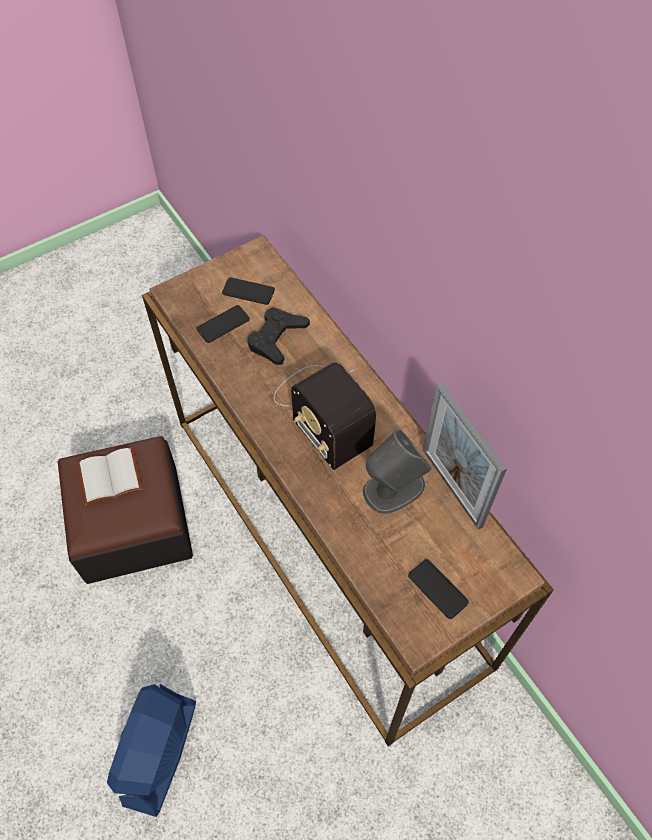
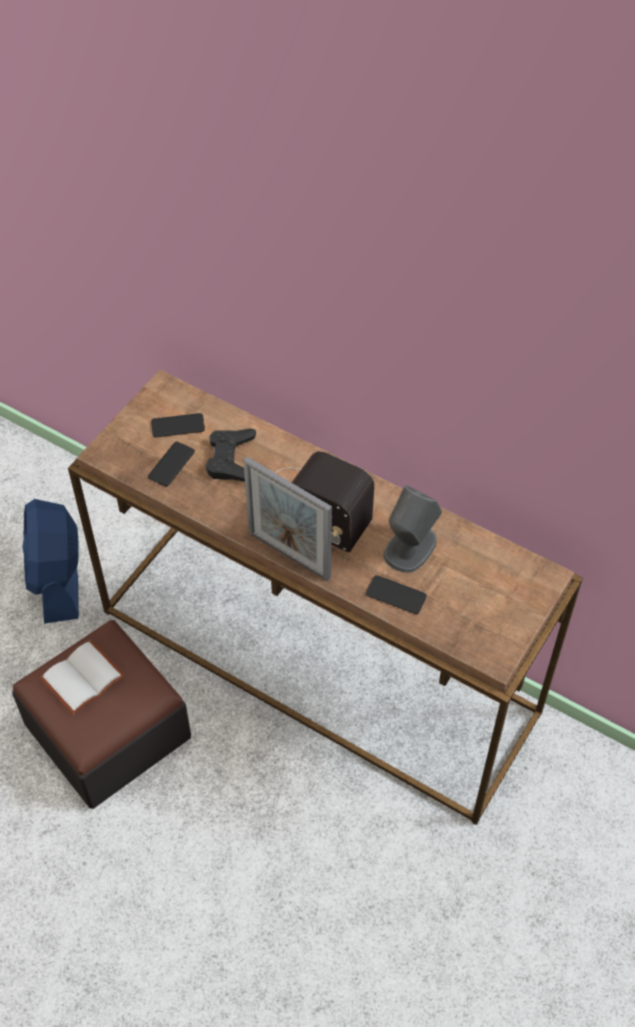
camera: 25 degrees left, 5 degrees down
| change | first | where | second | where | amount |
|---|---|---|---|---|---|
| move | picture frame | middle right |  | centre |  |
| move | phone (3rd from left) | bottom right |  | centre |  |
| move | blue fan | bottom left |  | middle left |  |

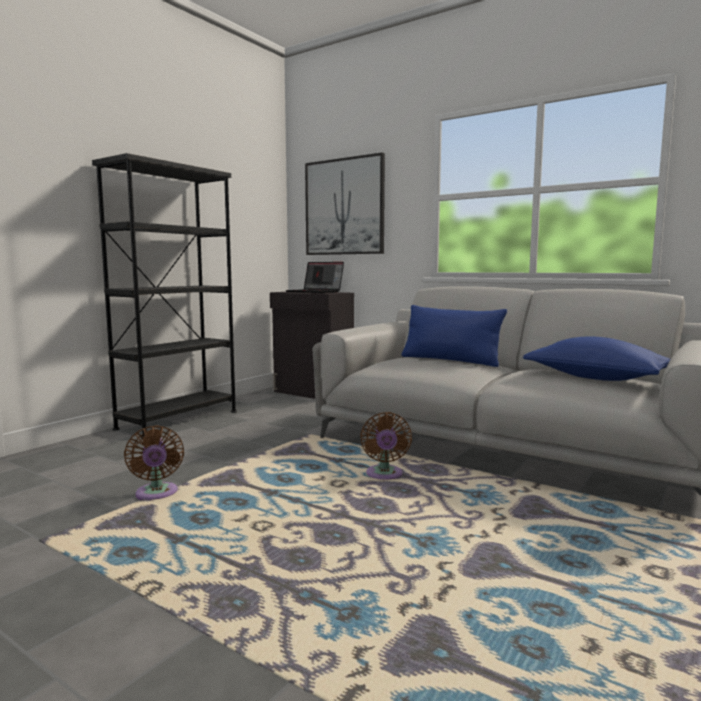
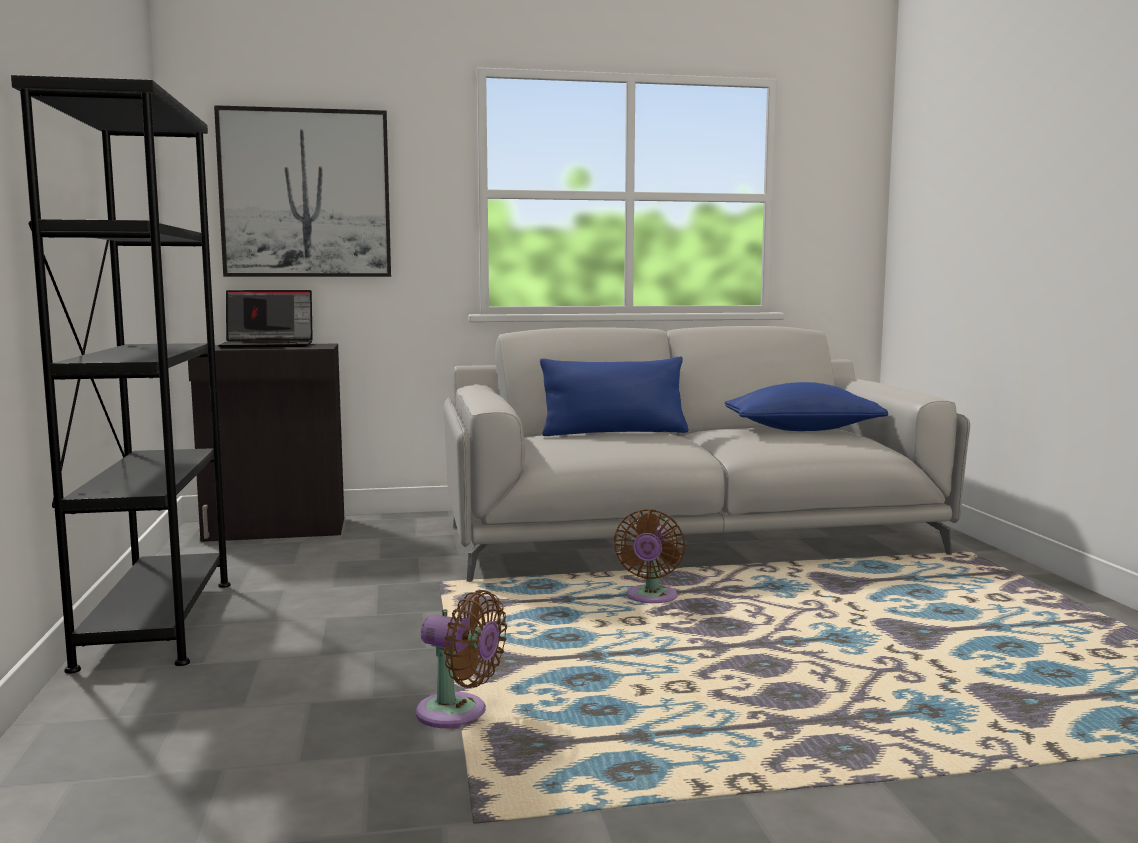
camera: 45 degrees left, 0 degrees up
| change | first | where | second | where | amount |
|---|---|---|---|---|---|
| rotate | brown fan (2nd from left) | centre |  | centre | 60 degrees clockwise |

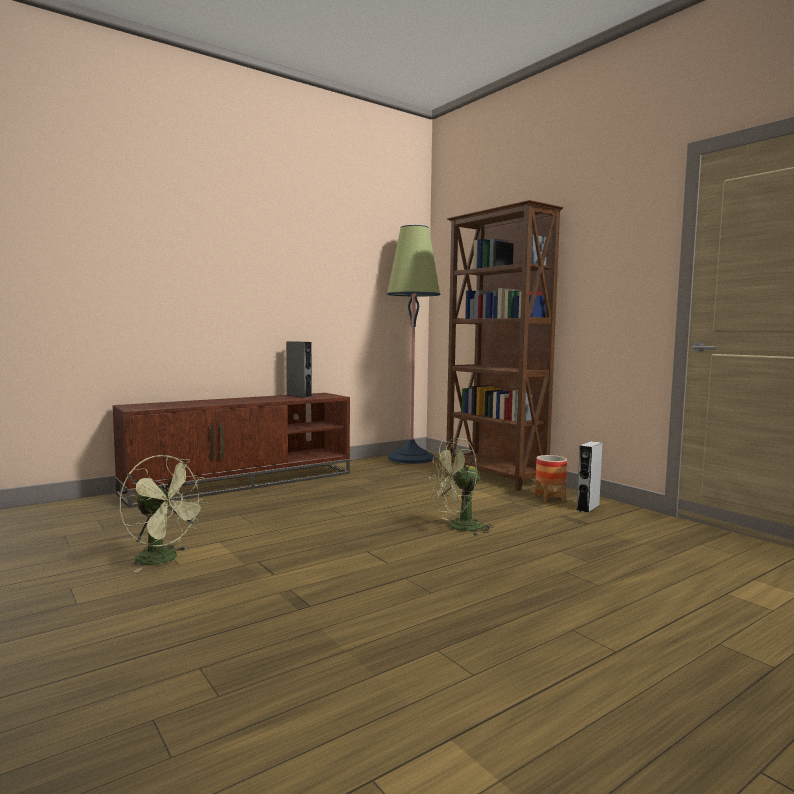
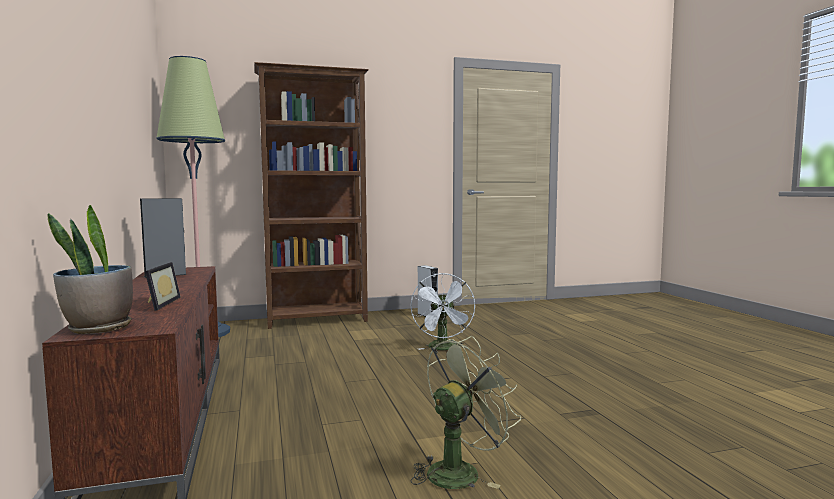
camera: 70 degrees left, 0 degrees up
| change | first | where | second | where | amount |
|---|---|---|---|---|---|
| recolor | green fan (2nd from left) | centre | white fan | centre |  |
| delete | planter | middle right |  |  |  |
| insert |  |  | potted plant | middle left |  |
| insert |  |  | picture frame | middle left |  |

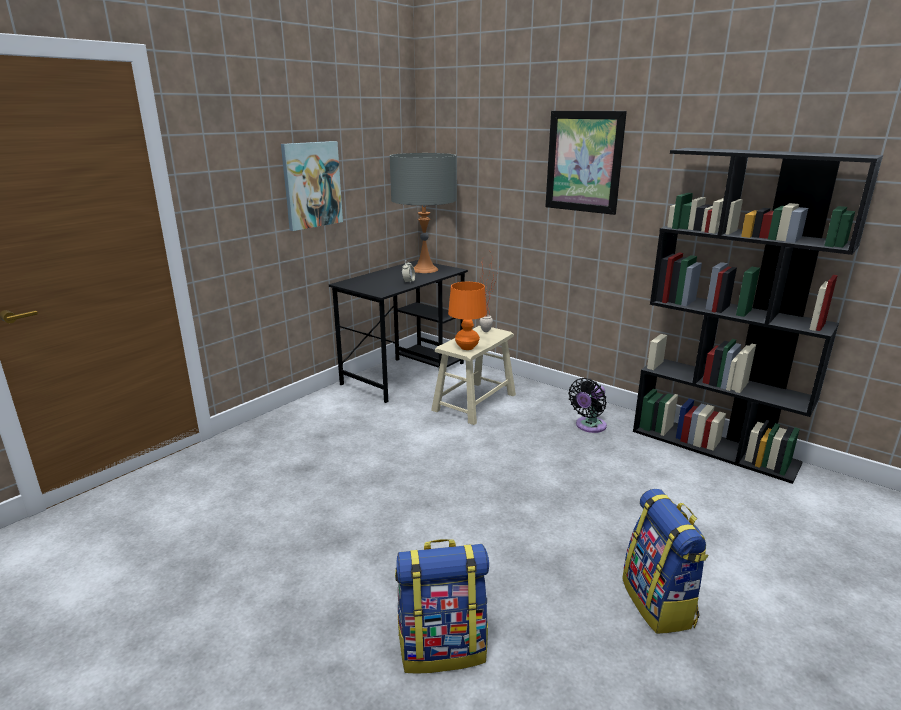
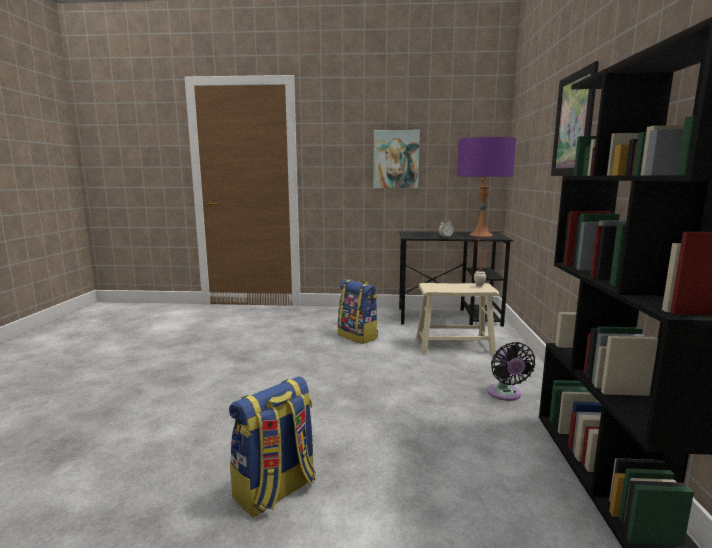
camera: 55 degrees right, 10 degrees down
| change | first | where | second | where | amount |
|---|---|---|---|---|---|
| recolor | grey table lamp | top centre | purple table lamp | middle right |  |
| delete | orange table lamp | centre |  |  |  |
| rotate | black fan | centre |  | bottom right | 105 degrees counterclockwise |
| move | backpack (1st from left in the first image) | bottom centre | backpack (2nd from left) | centre |  |

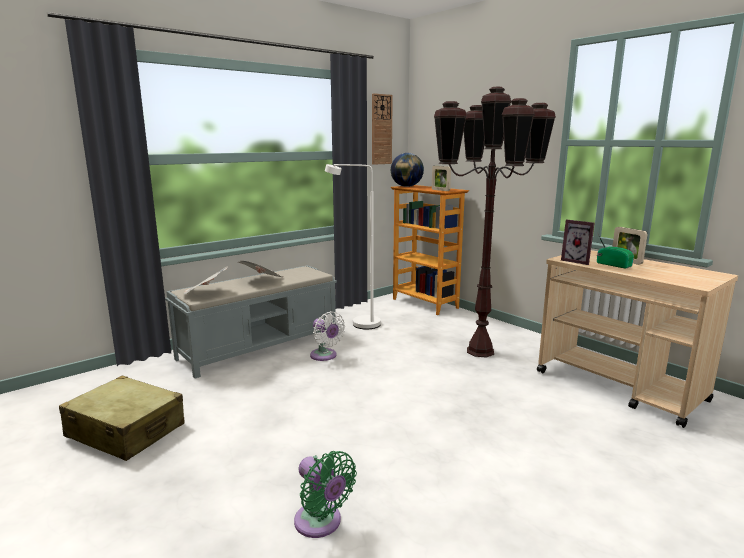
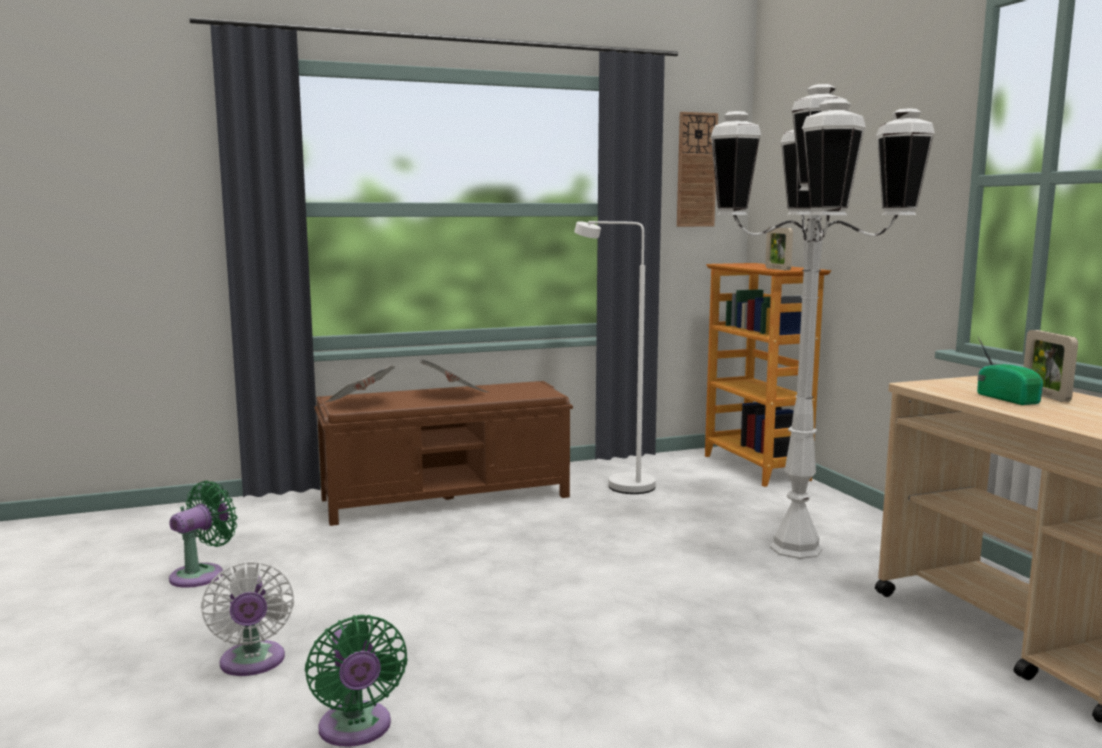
camera: 20 degrees right, 5 degrees down
| change | first | where | second | where | amount |
|---|---|---|---|---|---|
| recolor | brown floor lamp | centre | white floor lamp (2nd from left) | middle right |  |
| delete | globe | top centre |  |  |  |
| delete | picture frame (2nd from left) | middle right |  |  |  |
| recolor | grey bench | centre | brown bench | centre |  |
| move | white fan | centre |  | bottom left |  |
| replace | beige suitcase | bottom left | green fan (1st from left) | bottom left |  |

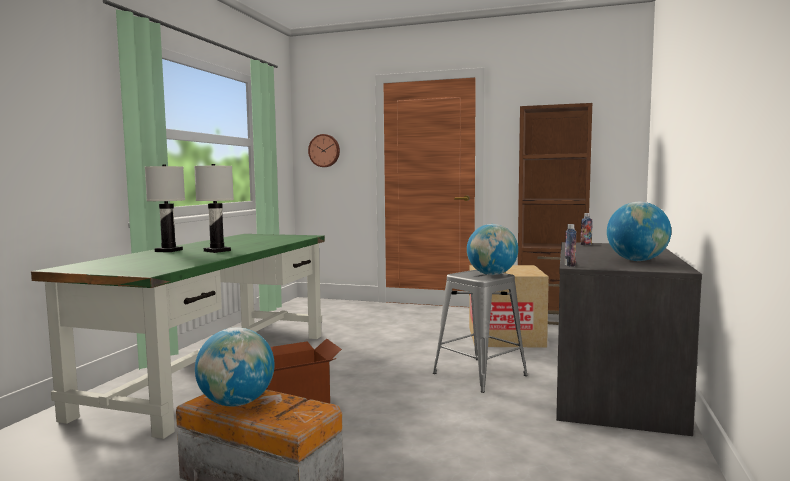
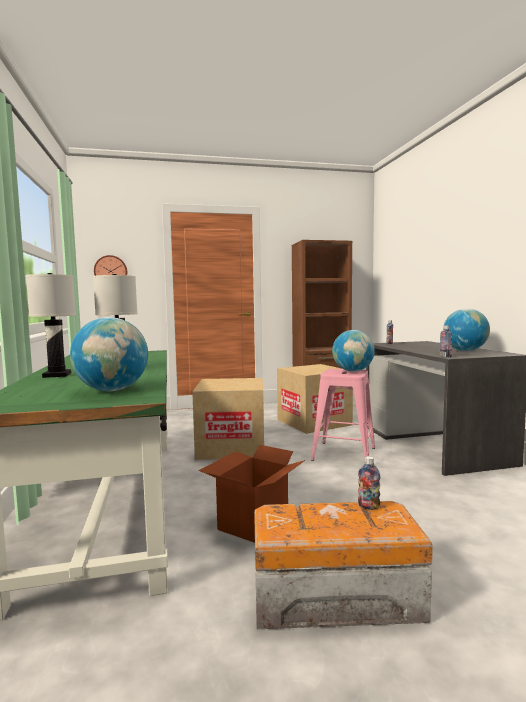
camera: 30 degrees left, 0 degrees up
| change | first | where | second | where | amount |
|---|---|---|---|---|---|
| recolor | grey stool | bottom centre | pink stool | centre |  |
| move | globe (1st from left) | bottom left |  | middle left |  |
| insert |  |  | cardboard box (1st from left) | centre |  |
| insert |  |  | bottle (1st from left) | bottom right |  |

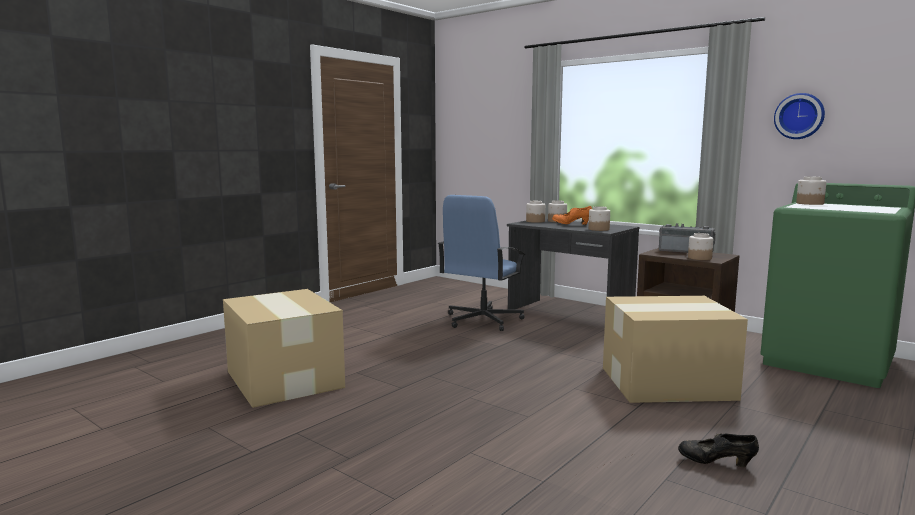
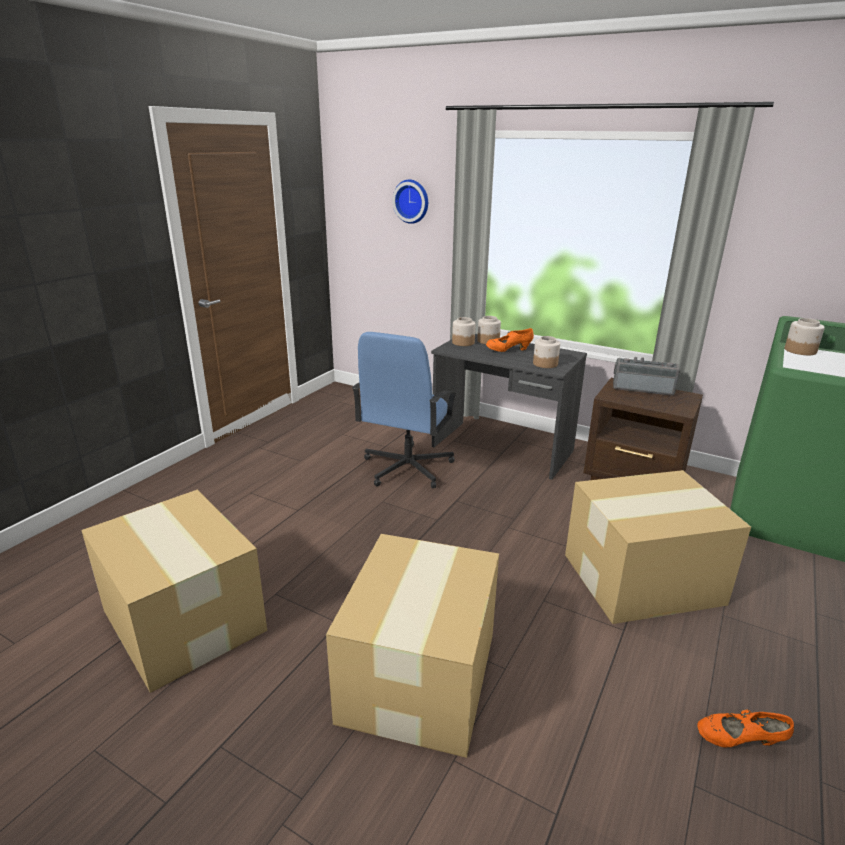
camera: 10 degrees left, 15 degrees up
| change | first | where | second | where | amount |
|---|---|---|---|---|---|
| move | wall clock | top right |  | top centre |  |
| delete | jar (4th from left) | middle right |  |  |  |
| recolor | black shoe | bottom right | orange shoe (2nd from left) | bottom right |  |
| insert |  |  | cardboard box (2nd from left) | bottom centre |  |

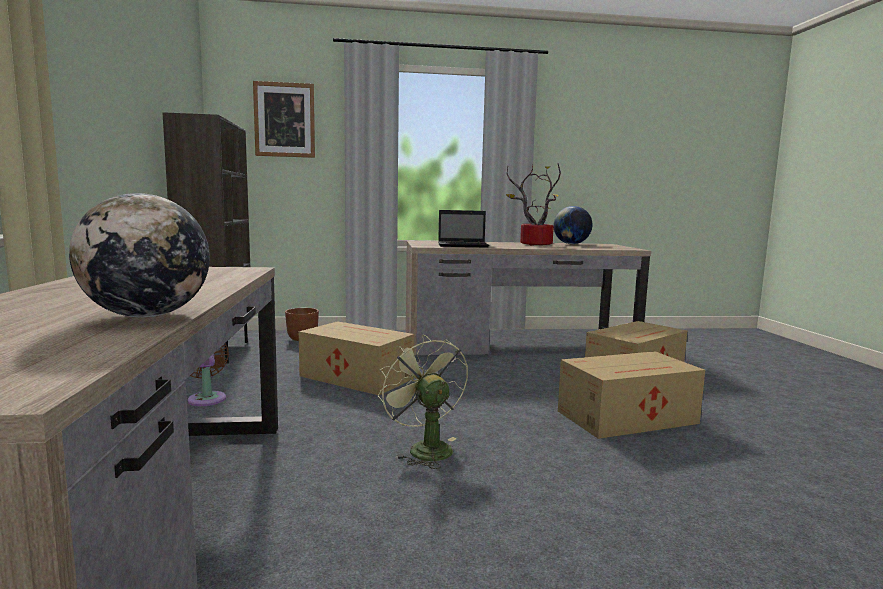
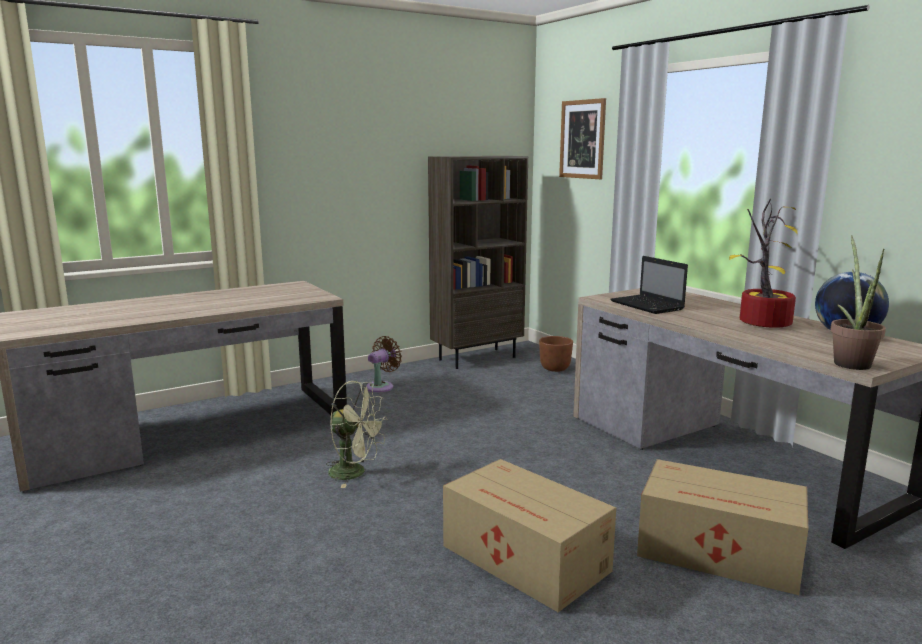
camera: 65 degrees right, 5 degrees up
| change | first | where | second | where | amount |
|---|---|---|---|---|---|
| delete | globe (1st from left) | middle left |  |  |  |
| delete | cardboard box (1st from left) | centre |  |  |  |
| rotate | green fan | bottom centre |  | bottom centre | 75 degrees clockwise |
| insert |  |  | potted plant (2nd from left) | middle right |  |

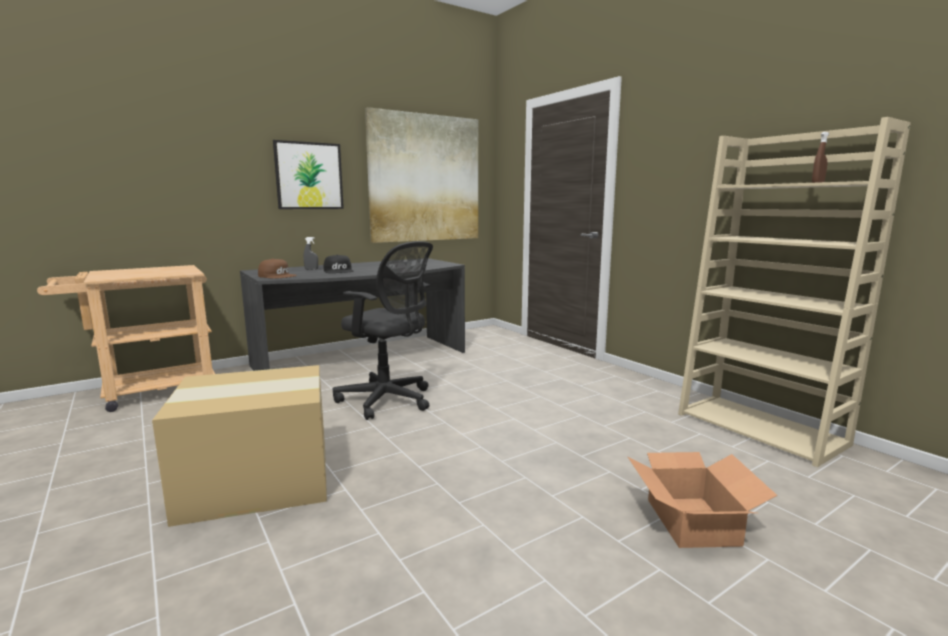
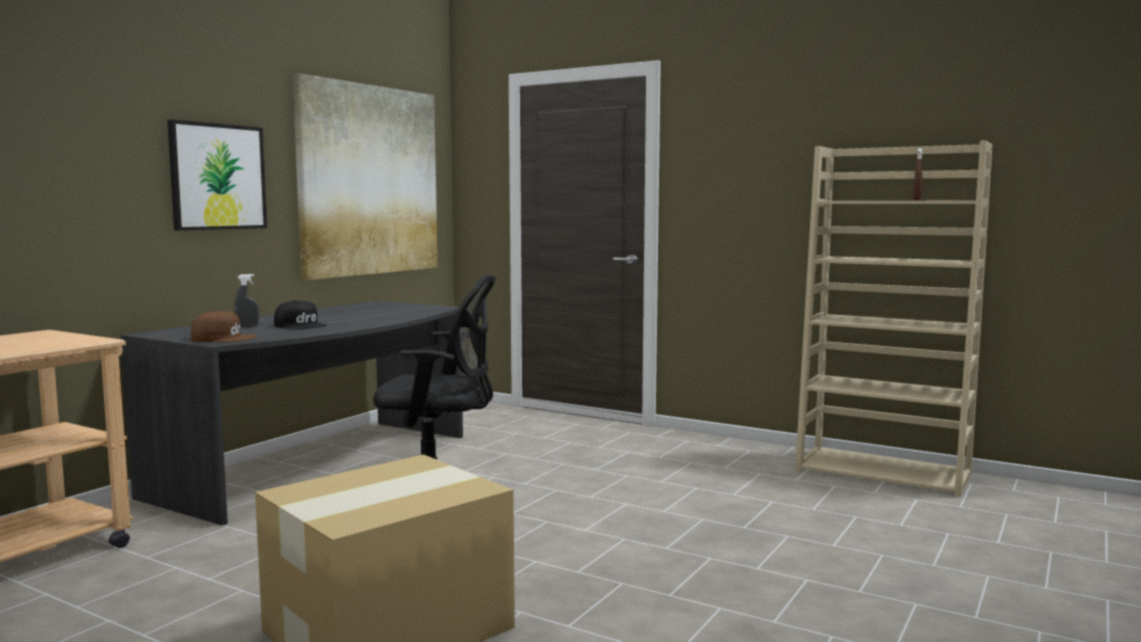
camera: 25 degrees left, 5 degrees down
| change | first | where | second | where | amount |
|---|---|---|---|---|---|
| delete | cardboard box (2nd from left) | bottom right |  |  |  |

